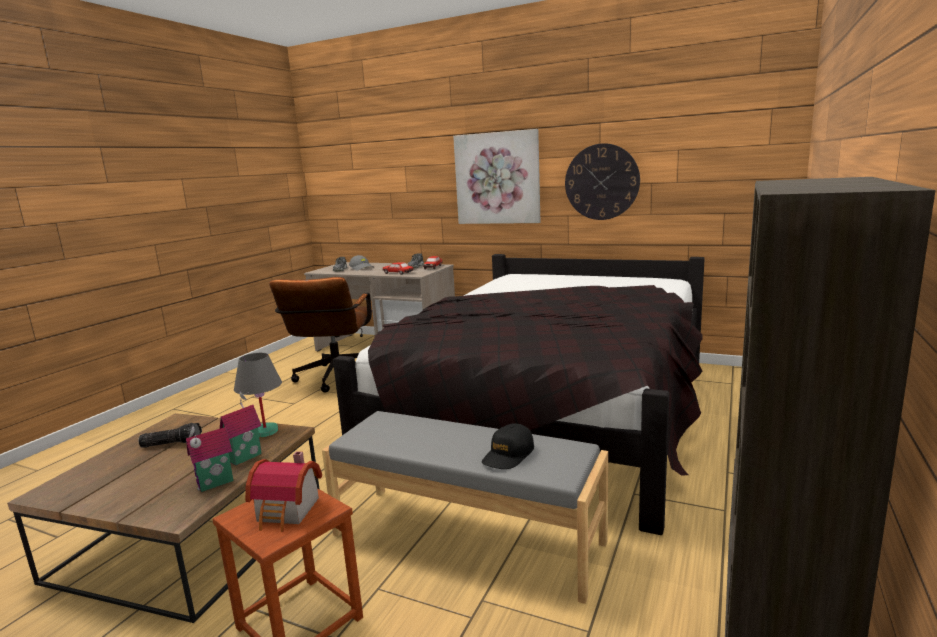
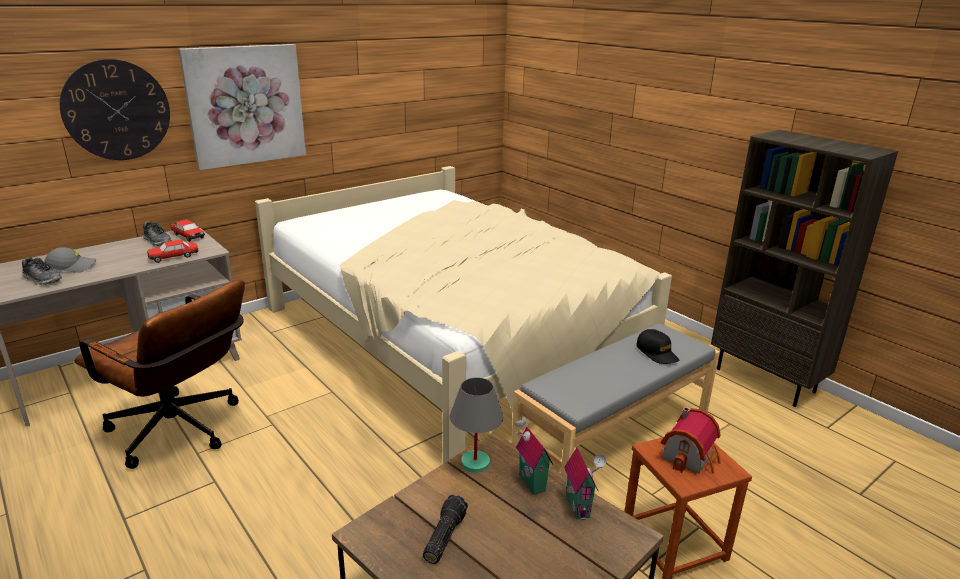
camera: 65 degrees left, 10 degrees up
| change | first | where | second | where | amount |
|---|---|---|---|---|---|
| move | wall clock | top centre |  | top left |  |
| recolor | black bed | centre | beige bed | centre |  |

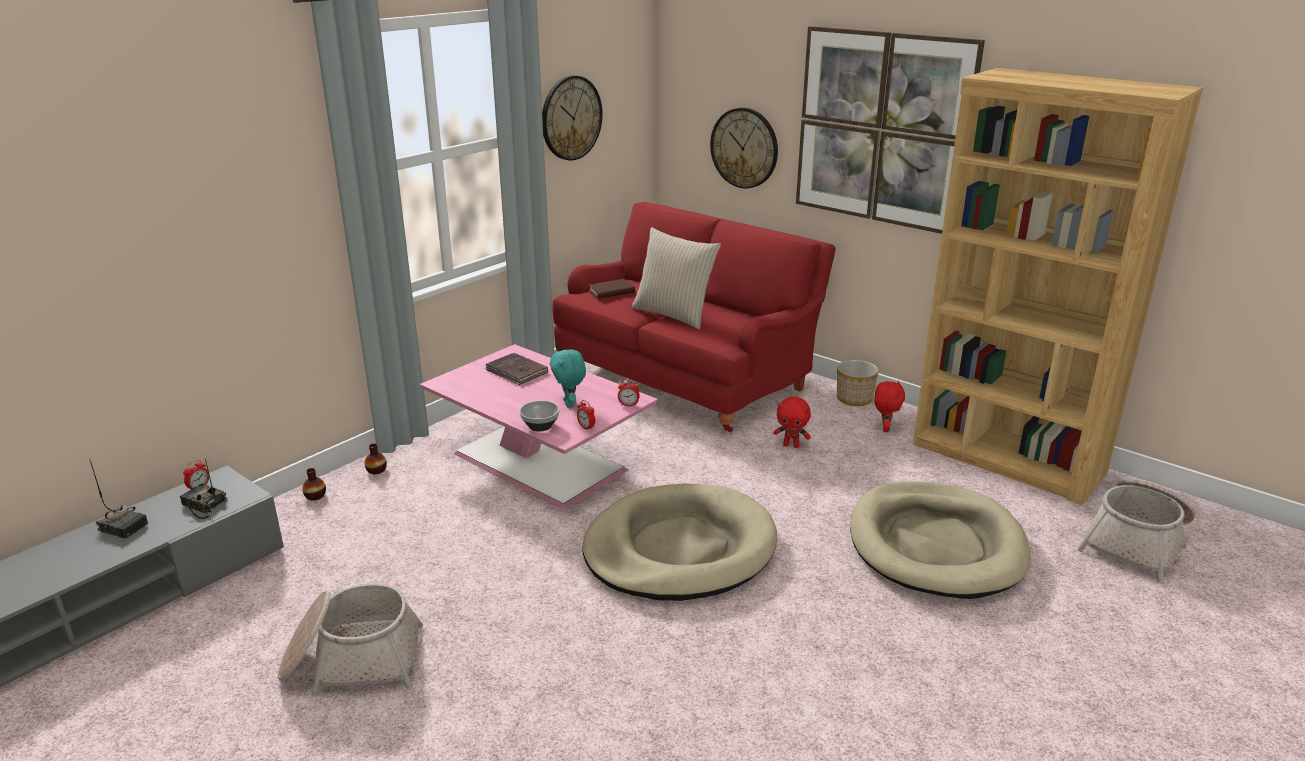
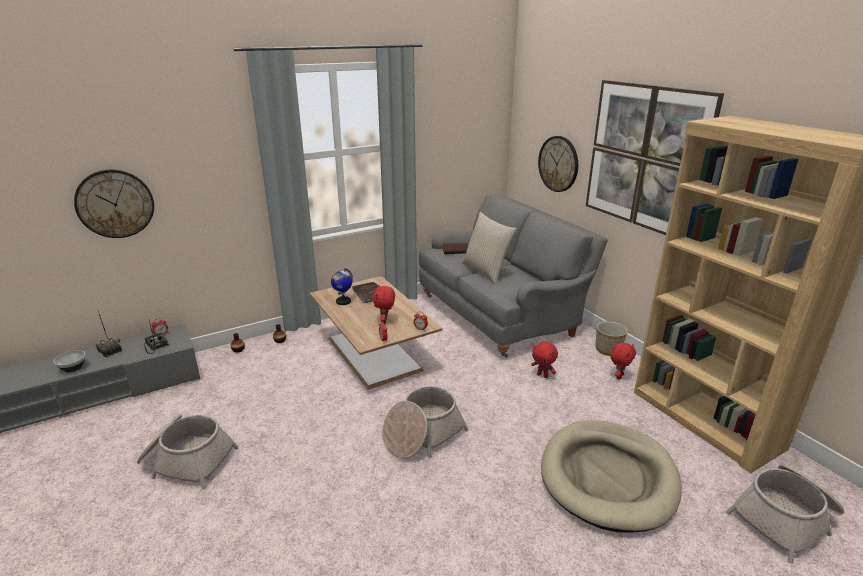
camera: 20 degrees right, 0 degrees up
| change | first | where | second | where | amount |
|---|---|---|---|---|---|
| move | wall clock (1st from left) | top centre |  | middle left |  |
| recolor | red sofa | centre | grey sofa | centre |  |
| recolor | pink coffee table | centre | brown coffee table | centre |  |
| recolor | turquoise plush toy | centre | red plush toy (1st from left) | centre |  |
| move | bowl | centre |  | middle left |  |
| replace | beige dog bed (1st from left) | bottom centre | basket (2nd from left) | bottom centre |  |
| insert |  |  | globe | centre |  |

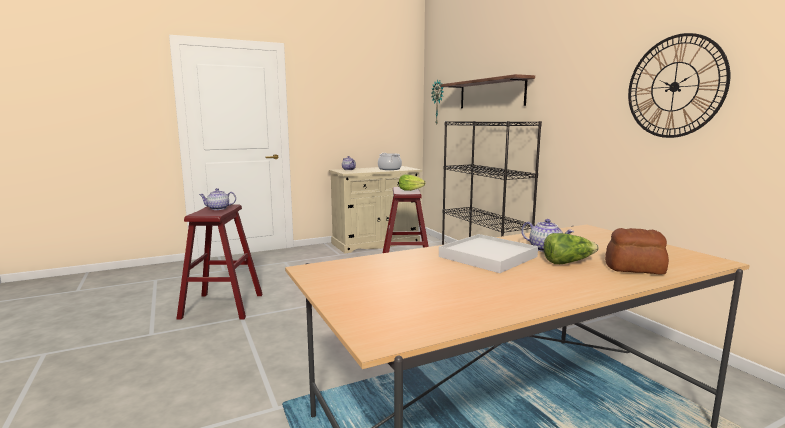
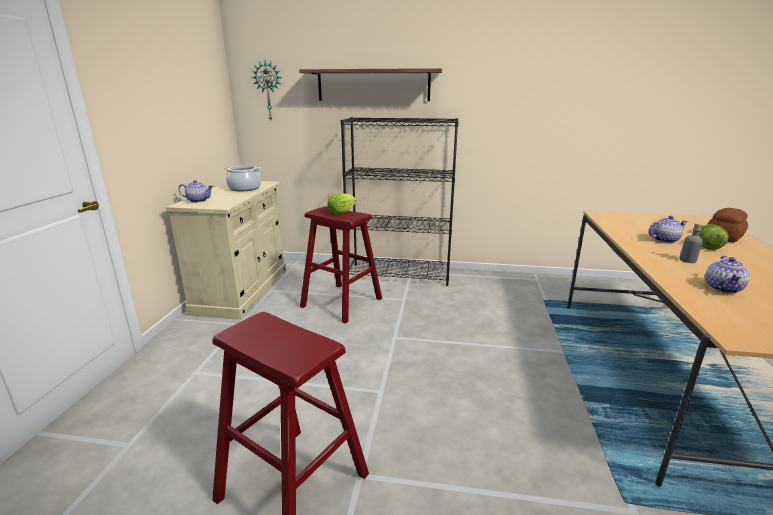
camera: 55 degrees left, 10 degrees up
| change | first | where | second | where | amount |
|---|---|---|---|---|---|
| delete | wall clock (2nd from left) | top right |  |  |  |
| move | teapot (1st from left in the first image) | middle left | teapot (3rd from left) | middle right |  |
| replace | white tray | centre | grey bottle | middle right |  |

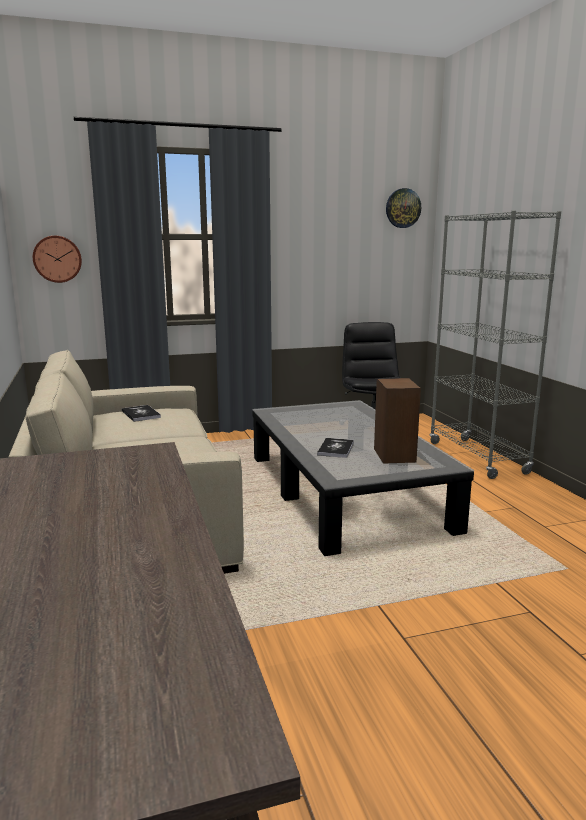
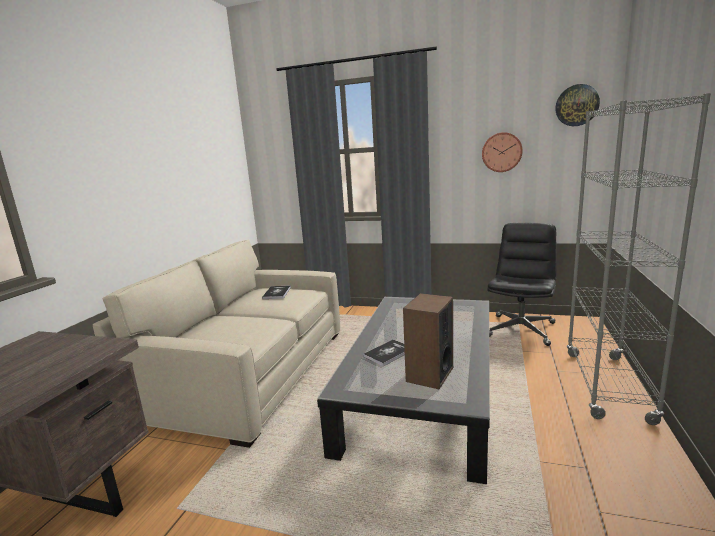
camera: 35 degrees right, 0 degrees up
| change | first | where | second | where | amount |
|---|---|---|---|---|---|
| move | wall clock (1st from left) | top left |  | top right |  |

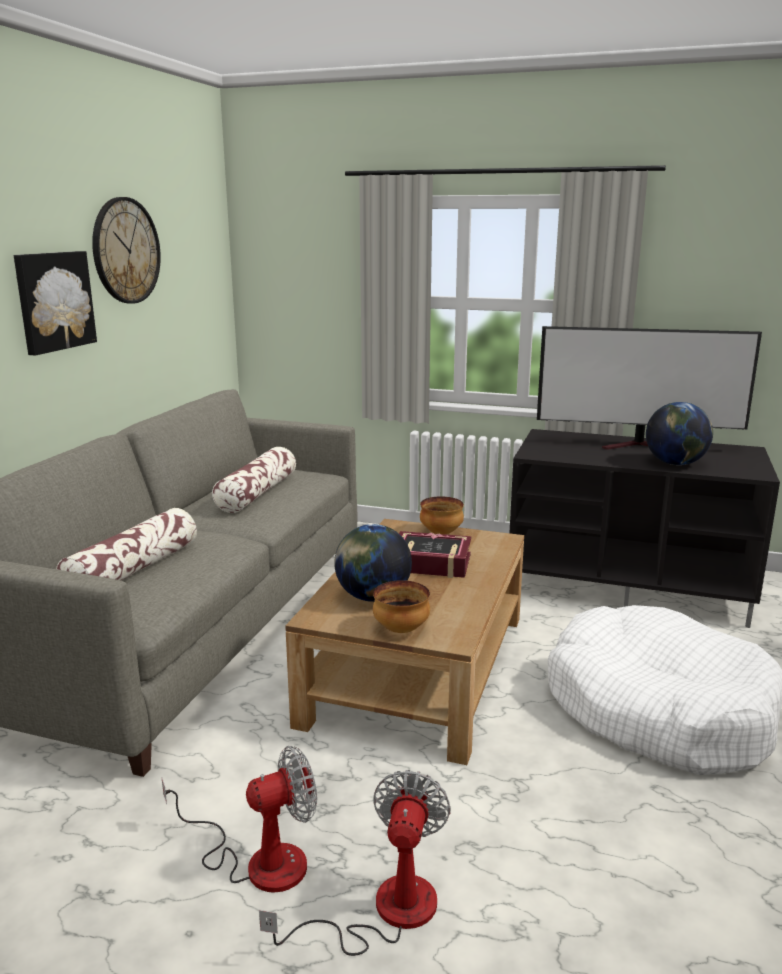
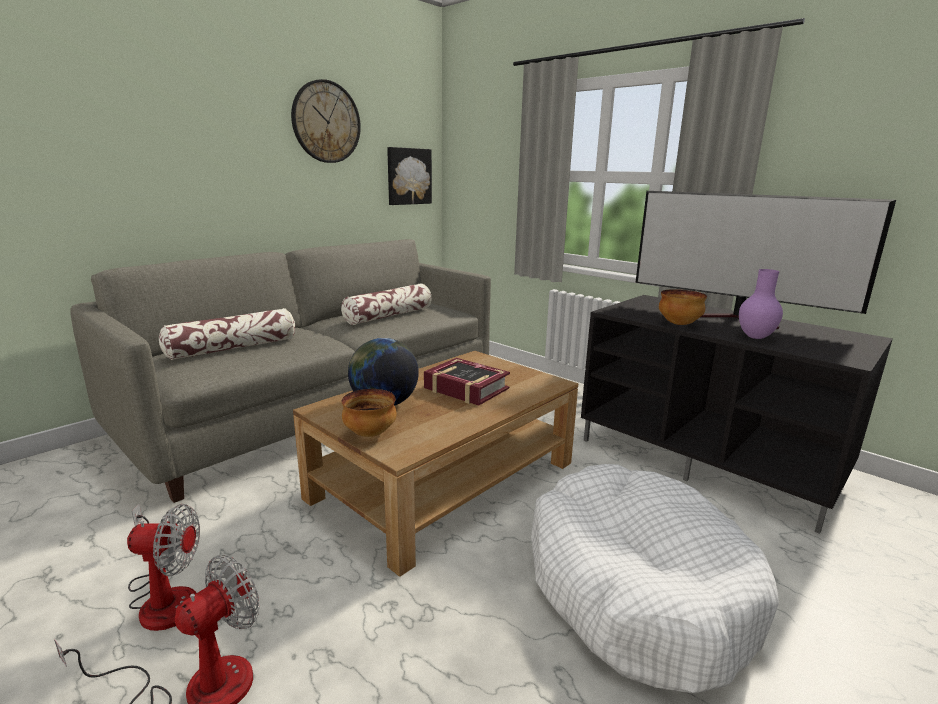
camera: 25 degrees right, 0 degrees up
| change | first | where | second | where | amount |
|---|---|---|---|---|---|
| move | picture | top left |  | top centre |  |
| replace | globe (2nd from left) | middle right | purple vase | middle right |  |
| move | bowl (2nd from left) | centre |  | middle right |  |

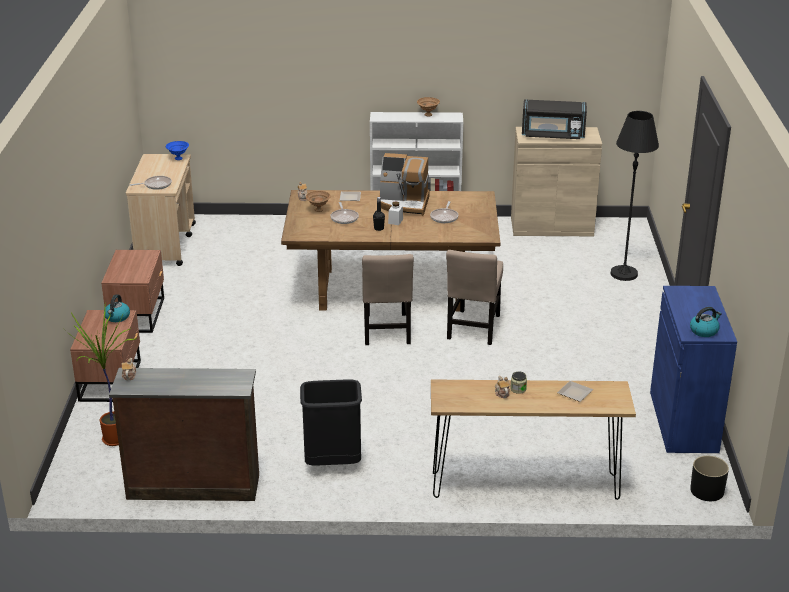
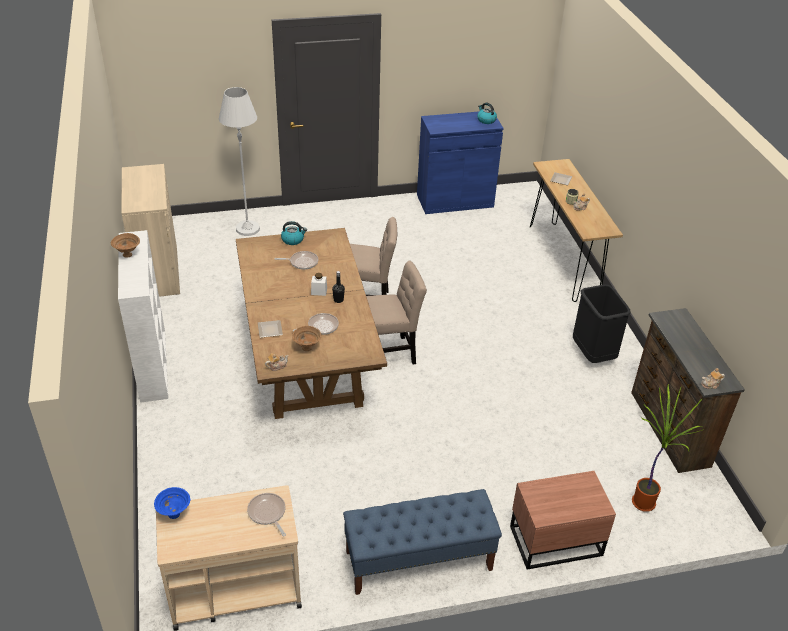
camera: 105 degrees left, 10 degrees up
| change | first | where | second | where | amount |
|---|---|---|---|---|---|
| delete | black microwave | top right |  |  |  |
| recolor | black floor lamp | top right | white floor lamp | top left |  |
| delete | coffee machine | top centre |  |  |  |
| replace | brown nightstand (2nd from left) | middle left | blue bench | bottom centre |  |
| move | kettle (1st from left) | middle left |  | centre |  |
| delete | black planter | bottom right |  |  |  |

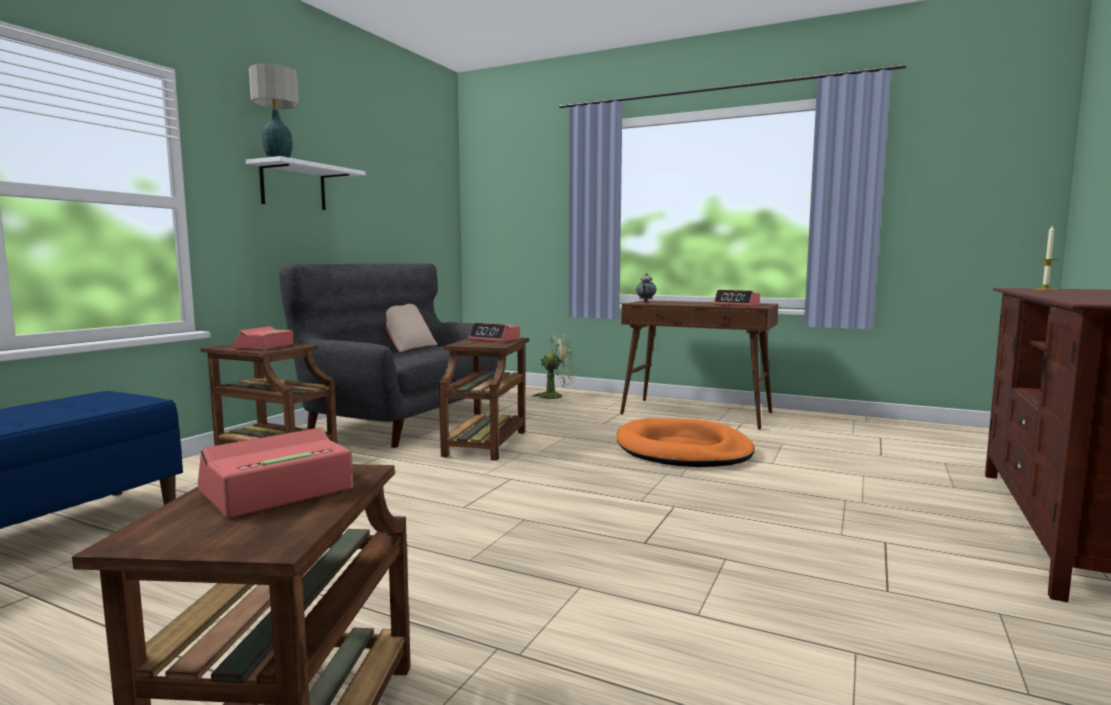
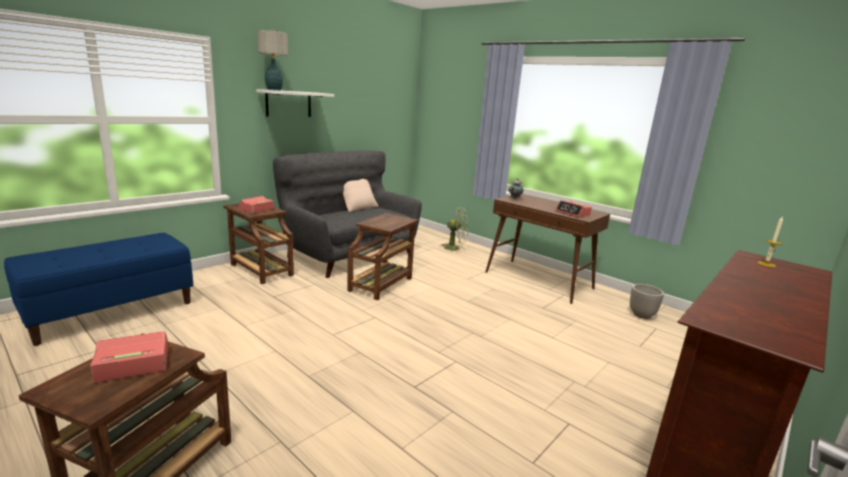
camera: 15 degrees right, 10 degrees up
| change | first | where | second | where | amount |
|---|---|---|---|---|---|
| delete | alarm clock (3rd from left) | centre |  |  |  |
| delete | orange dog bed | centre |  |  |  |
| insert |  |  | planter | middle right |  |

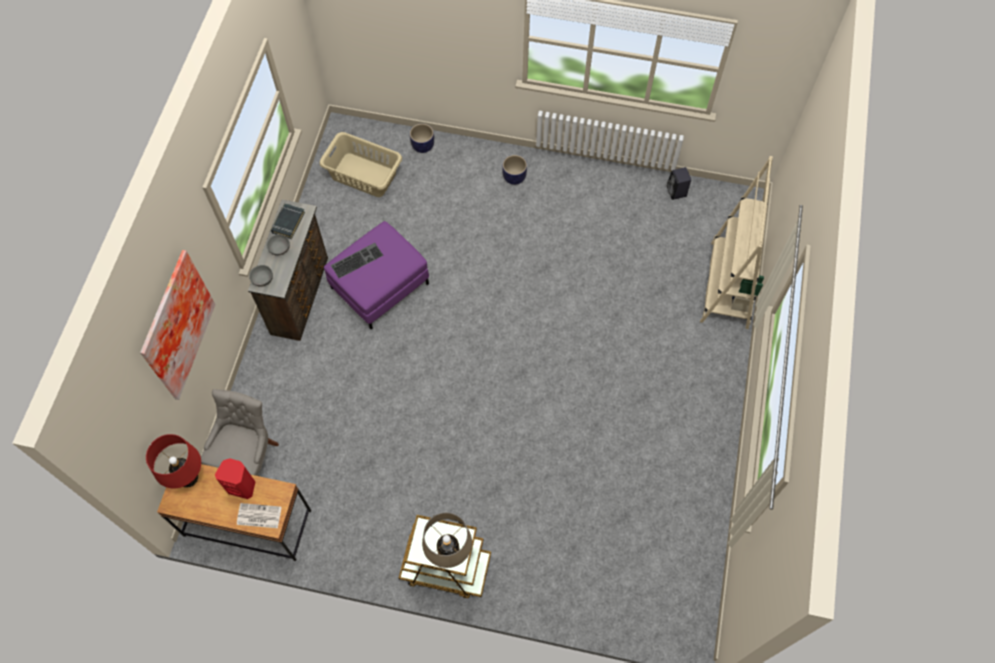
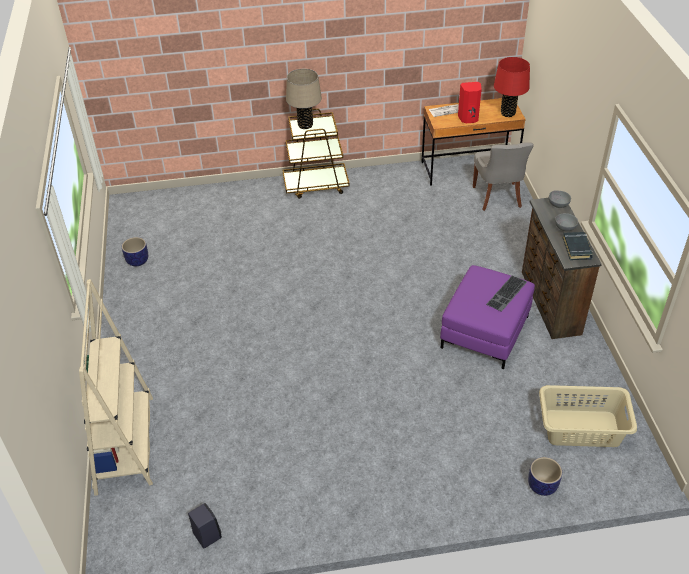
camera: 160 degrees right, 20 degrees down
| change | first | where | second | where | amount |
|---|---|---|---|---|---|
| move | planter (2nd from left in the first image) | top centre | planter (1st from left) | middle left |  |
| delete | picture | middle left |  |  |  |

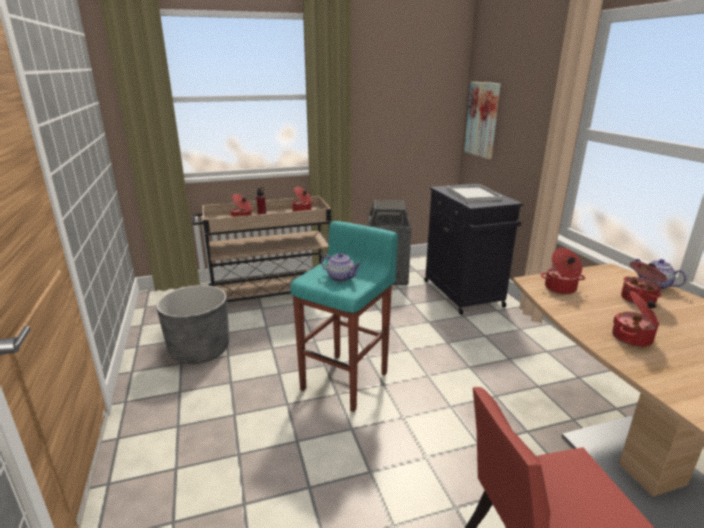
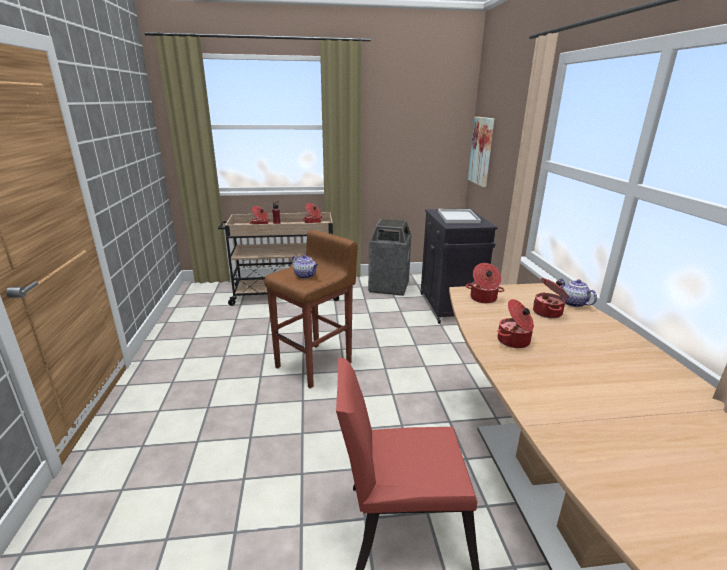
camera: 10 degrees right, 0 degrees up
| change | first | where | second | where | amount |
|---|---|---|---|---|---|
| recolor | turquoise stool | centre | brown stool | centre |  |
| delete | grey planter | middle left |  |  |  |

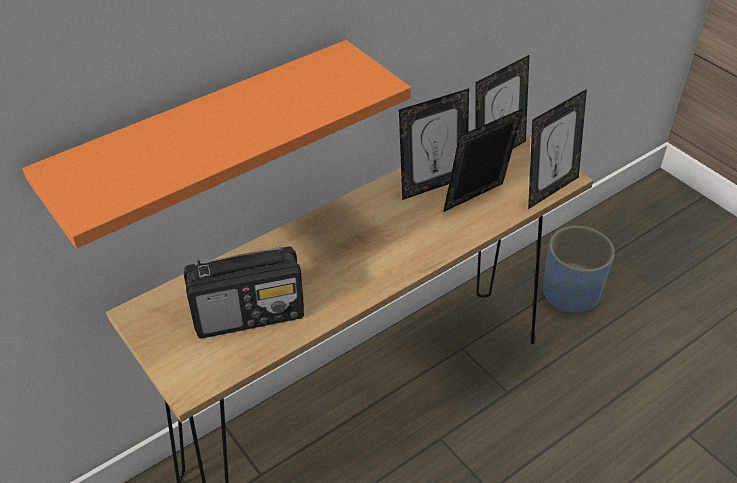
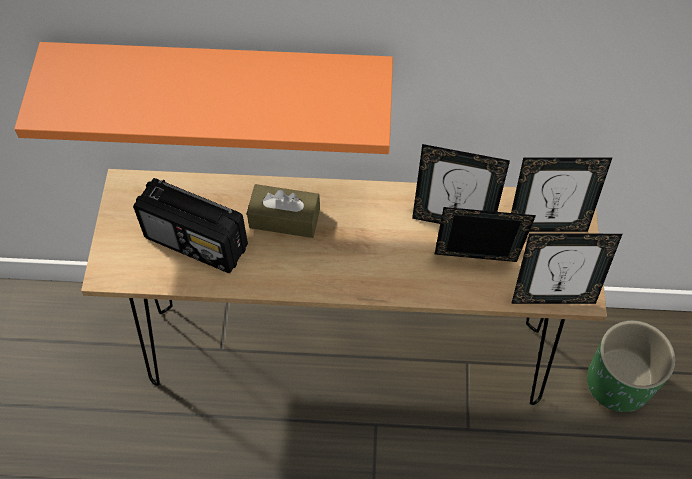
camera: 40 degrees right, 15 degrees up
| change | first | where | second | where | amount |
|---|---|---|---|---|---|
| recolor | blue planter | middle right | green planter | bottom right |  |
| insert |  |  | brown tissue box | centre |  |

